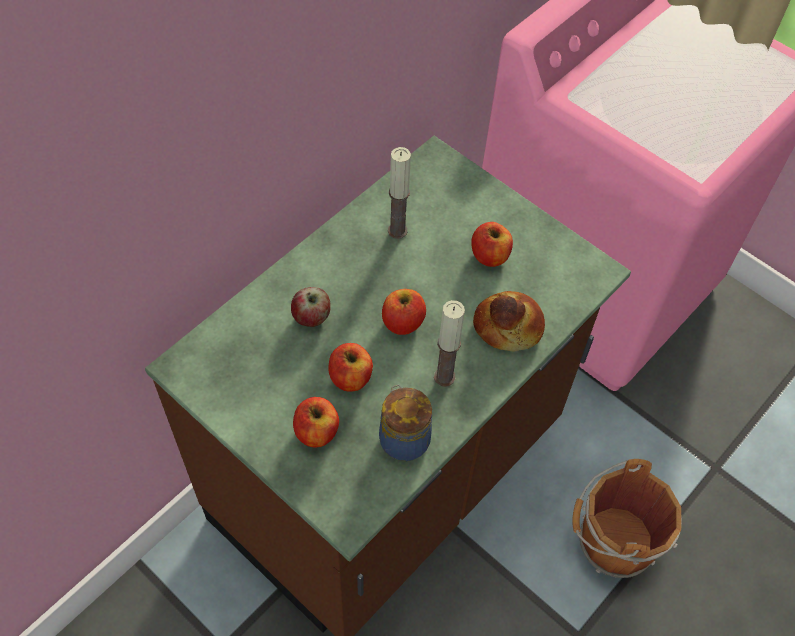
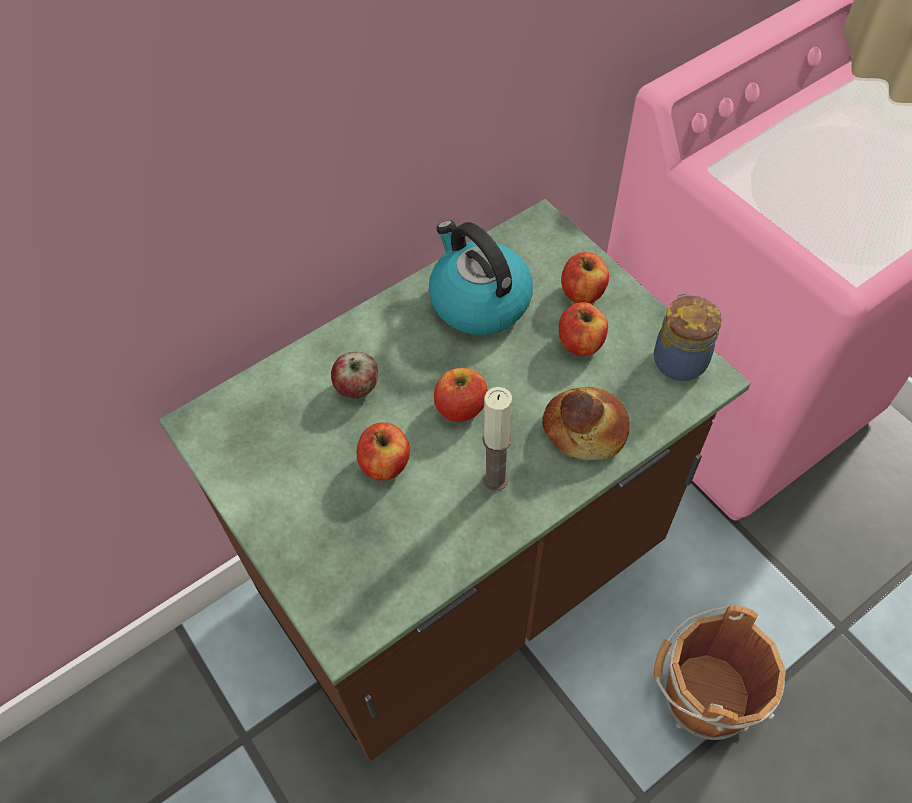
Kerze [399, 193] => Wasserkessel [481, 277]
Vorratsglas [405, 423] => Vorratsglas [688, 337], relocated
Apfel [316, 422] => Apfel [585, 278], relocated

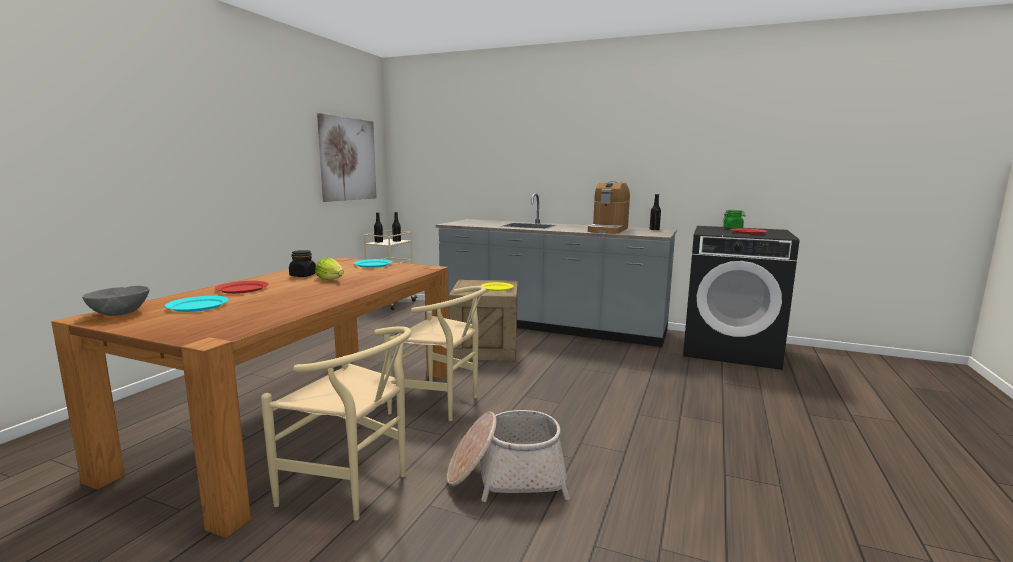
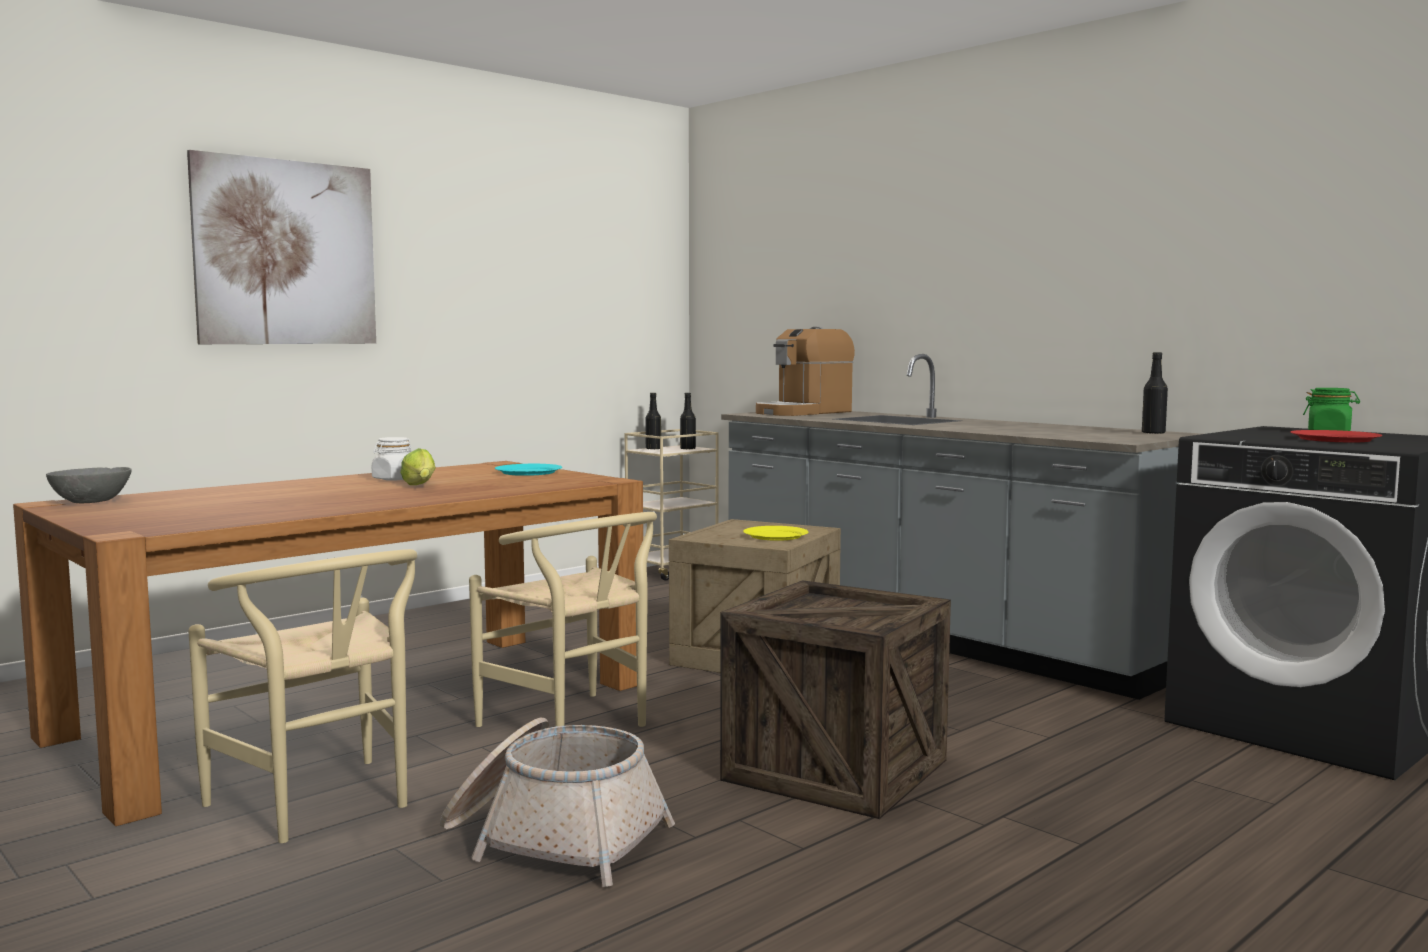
Bild [347, 157] => Bild [281, 247], relocated
Kaffeemaschine [609, 207] => Kaffeemaschine [805, 371], relocated
Vorratsglas [schwarz] [302, 263] => Vorratsglas [weiß] [391, 459]
Teller [rot] [241, 287] => nothing
Teller [türkis] [197, 304] => nothing
nothing => Kiste [835, 699]

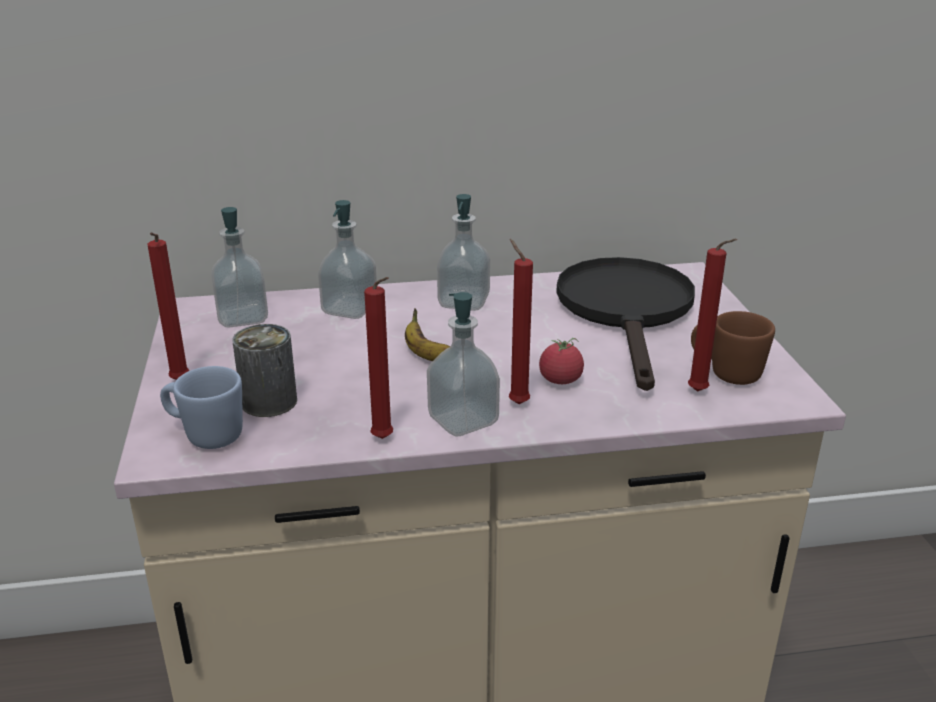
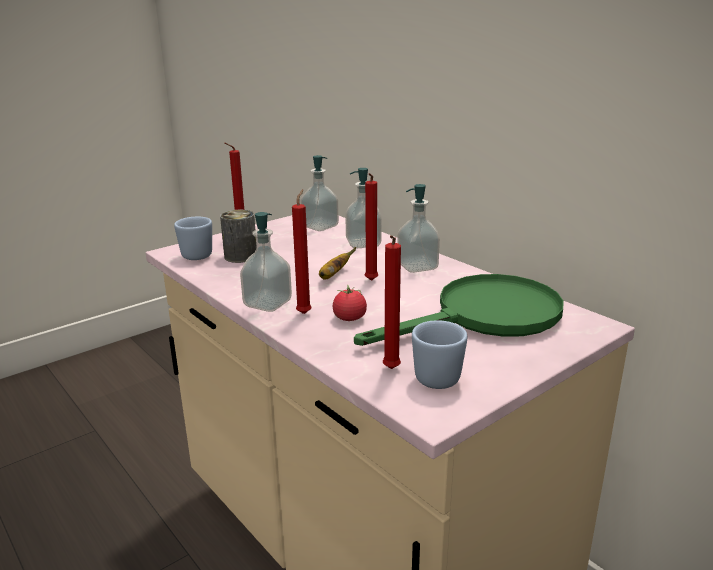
Pfanne [schwarz] [625, 324] => Pfanne [grün] [459, 310]
Kerze [rot] [378, 358] => Kerze [rot] [371, 227], relocated
Henkelbecher [braun] [733, 348] => Henkelbecher [blau] [440, 354]

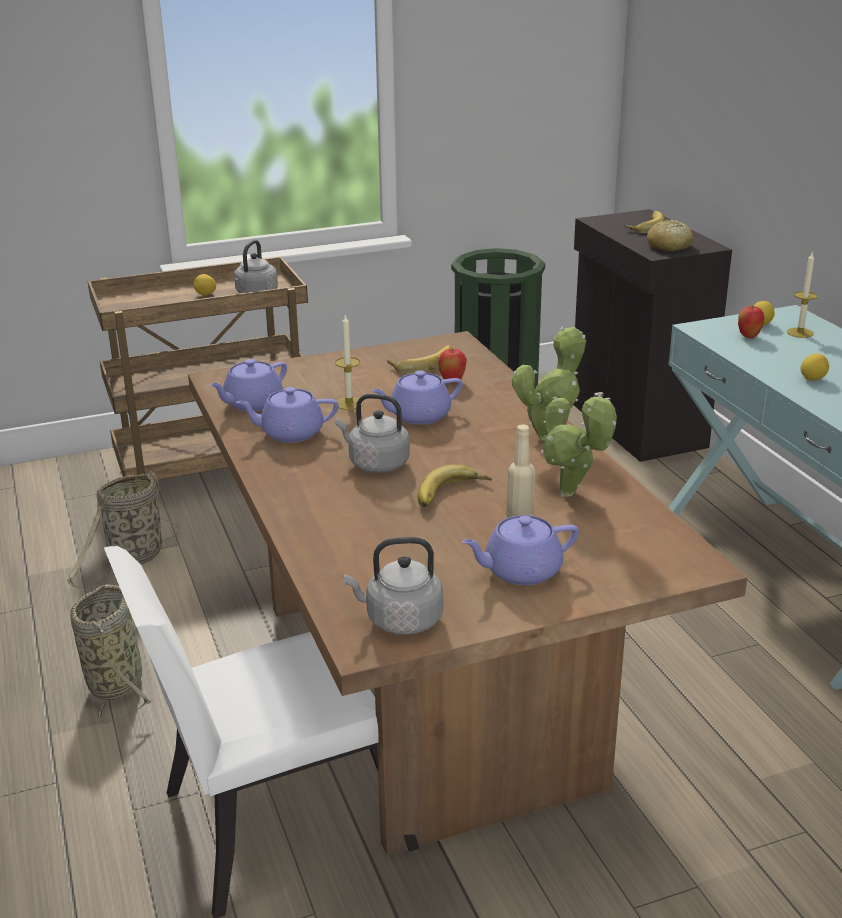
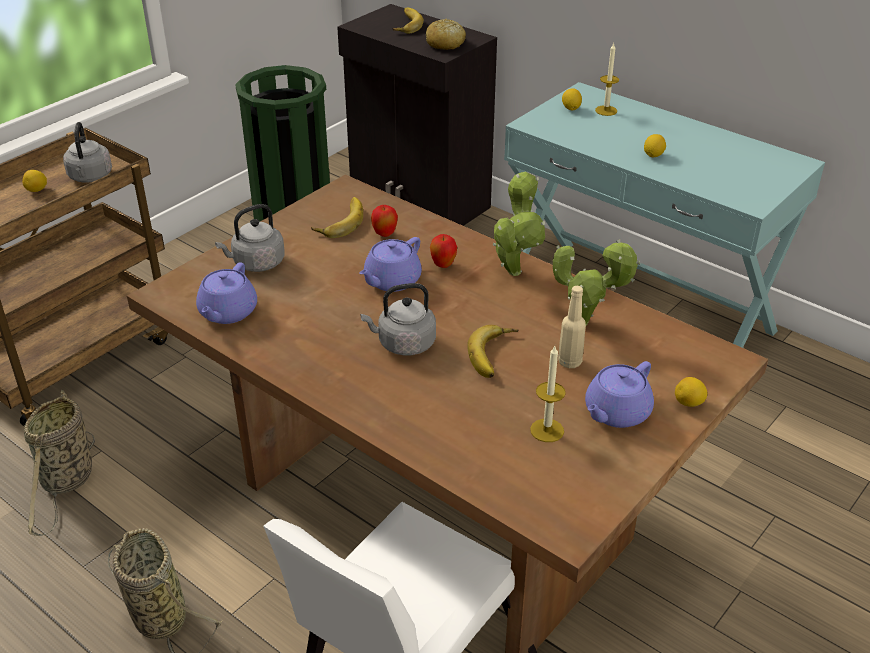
Apfel [751, 322] => Apfel [443, 251], relocated
Kerze [349, 362] => Kerze [548, 394], relocated
Teekanne [lila] [287, 414] => nothing
Wasserkessel [grau] [393, 586] => Wasserkessel [grau] [250, 238], relocated
nothing => Zitrone [691, 392]

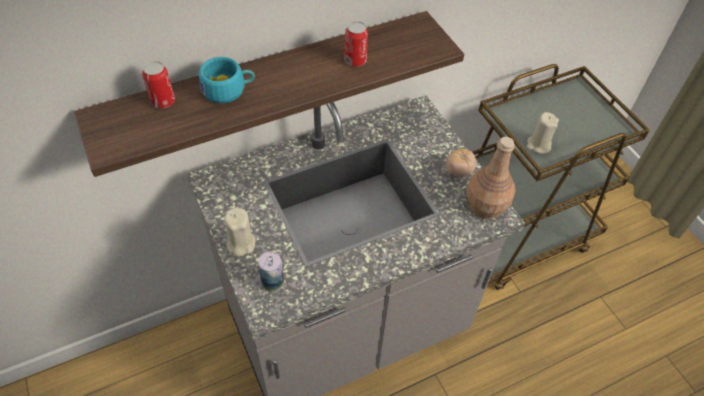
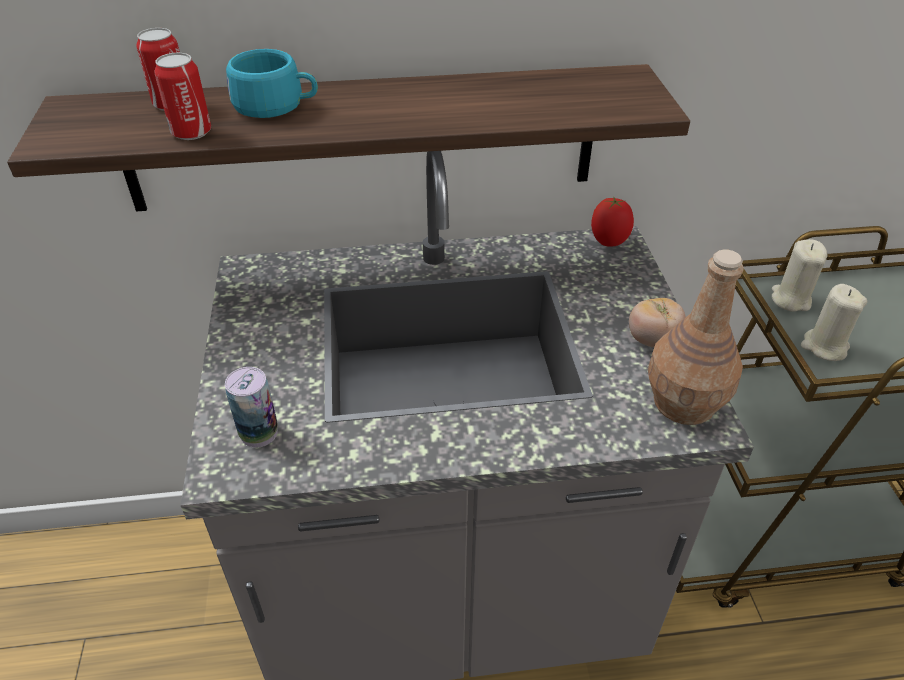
Dose [356, 44] => Dose [183, 96], relocated
Kerze [beige] [239, 232] => Kerze [beige] [799, 275], relocated
nothing => Tomate [612, 221]

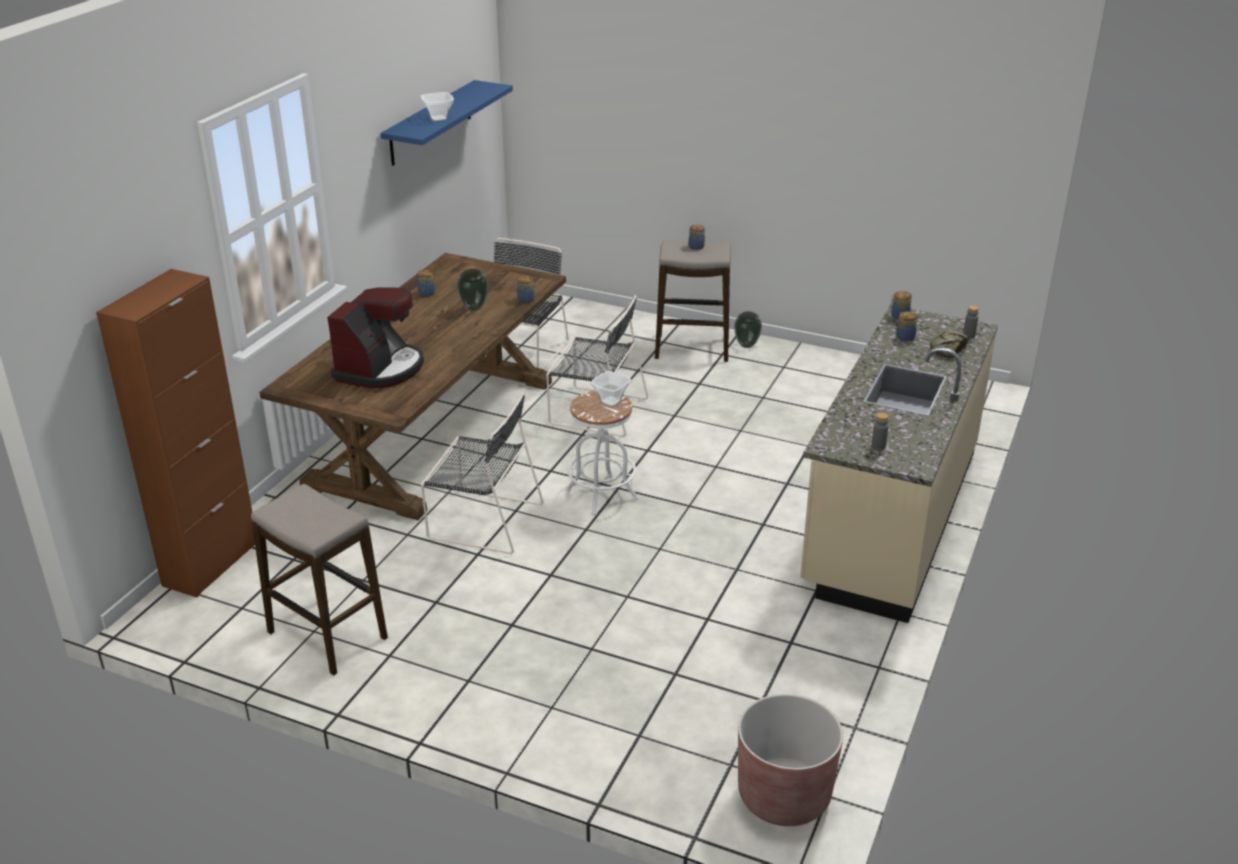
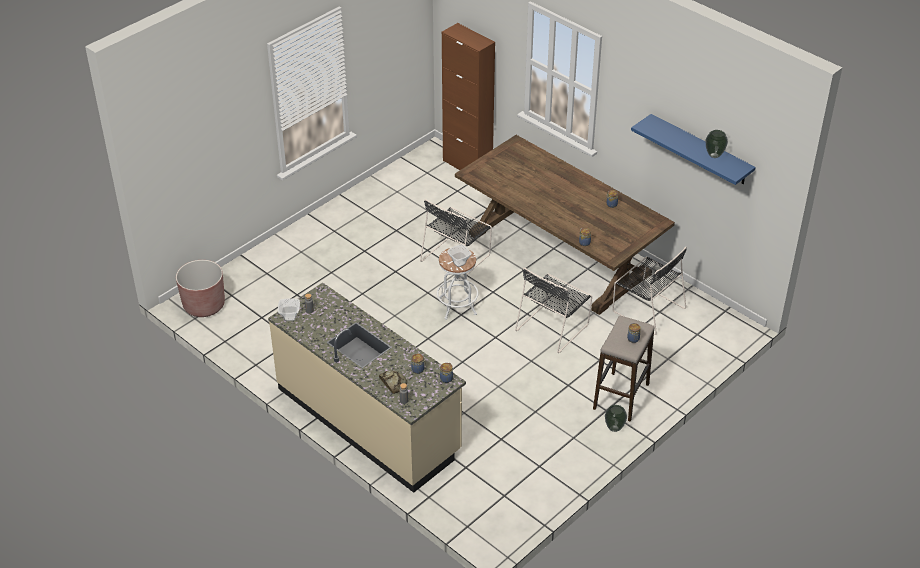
Schüssel [437, 107] => Schüssel [289, 309], relocated
Vase [473, 290] => Vase [716, 144], relocated
Kaffeemaschine [375, 337] => nothing
Hocker [319, 579] => nothing

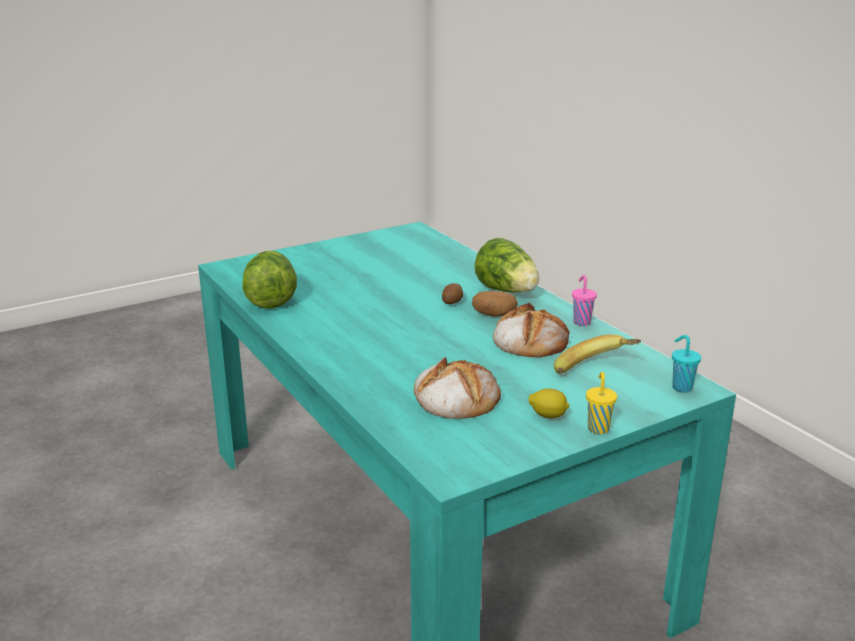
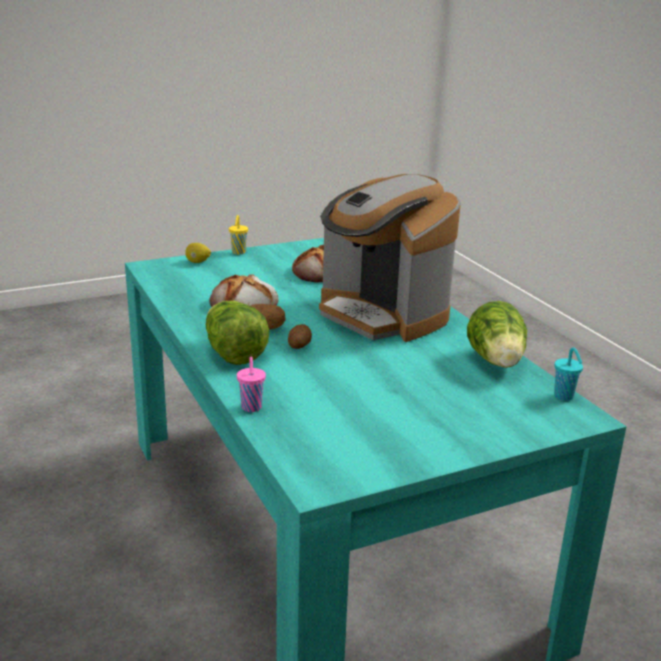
Tasse [rosa] [584, 300] => Tasse [rosa] [251, 384], relocated
Banane [597, 354] => nothing
Tasse [türkis] [686, 364] => Tasse [türkis] [568, 374], relocated
Zitrone [549, 404] => Zitrone [198, 253], relocated
nothing => Kaffeemaschine [390, 258]

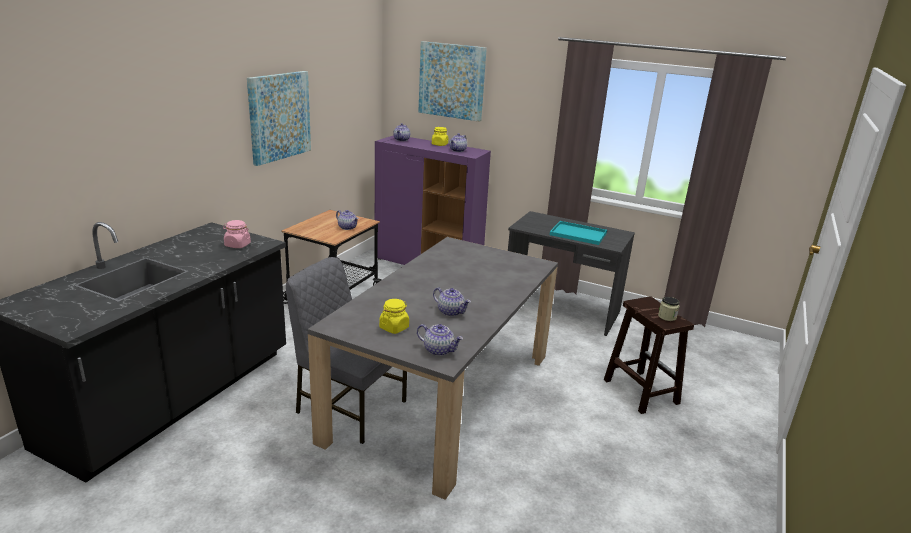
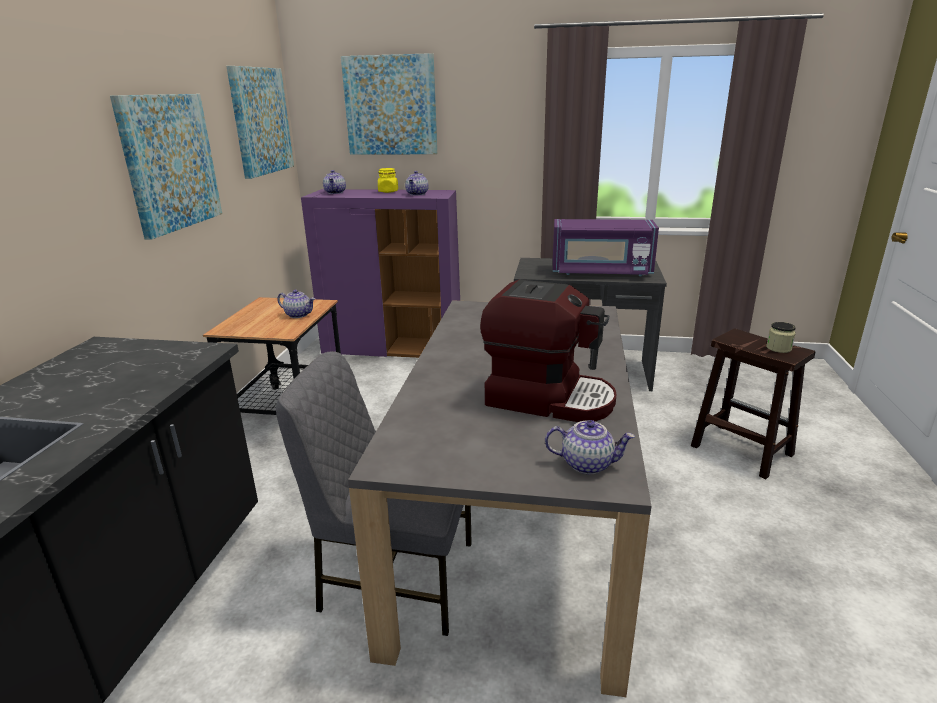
Vorratsglas [rosa] [237, 234] => nothing
Tablett [türkis] [578, 233] => Mikrowelle [lila] [606, 247]
Teekanne [452, 301] => Kaffeemaschine [548, 350]
Vorratsglas [gelb] [394, 316] => nothing
nothing => Bild [260, 122]

